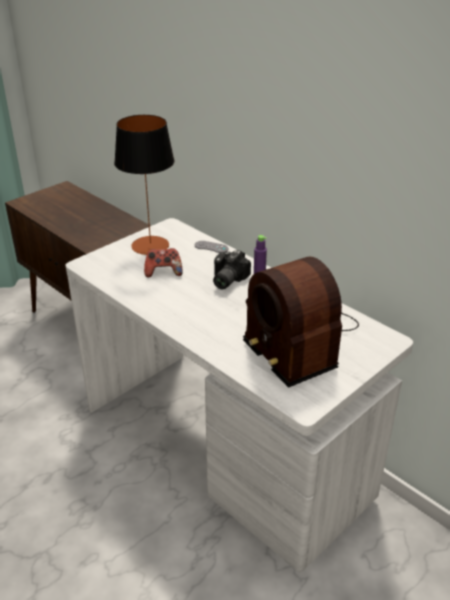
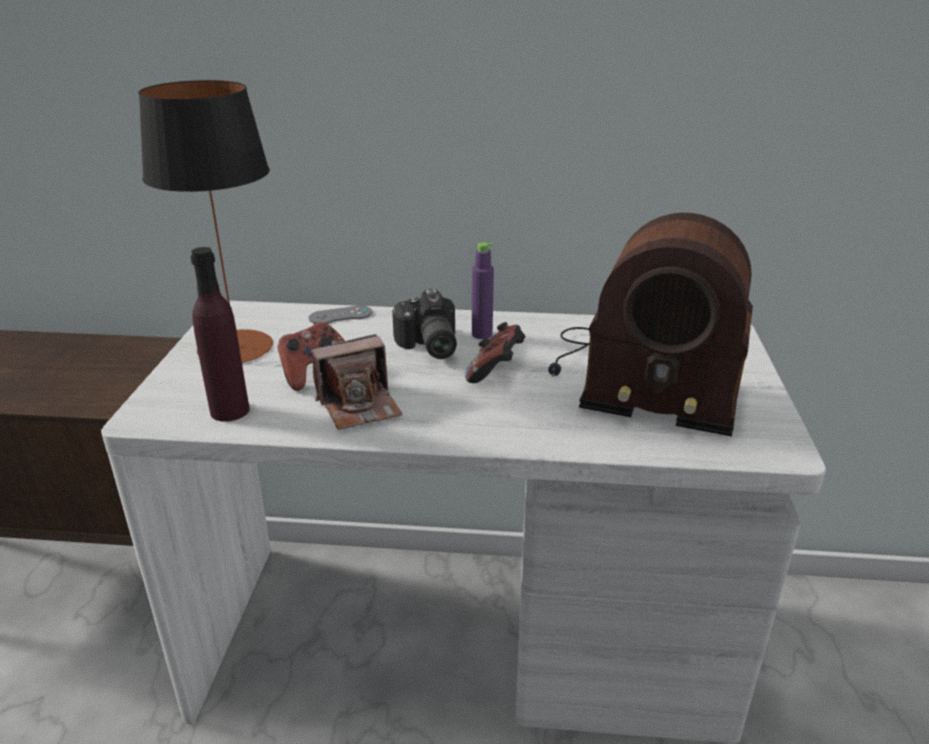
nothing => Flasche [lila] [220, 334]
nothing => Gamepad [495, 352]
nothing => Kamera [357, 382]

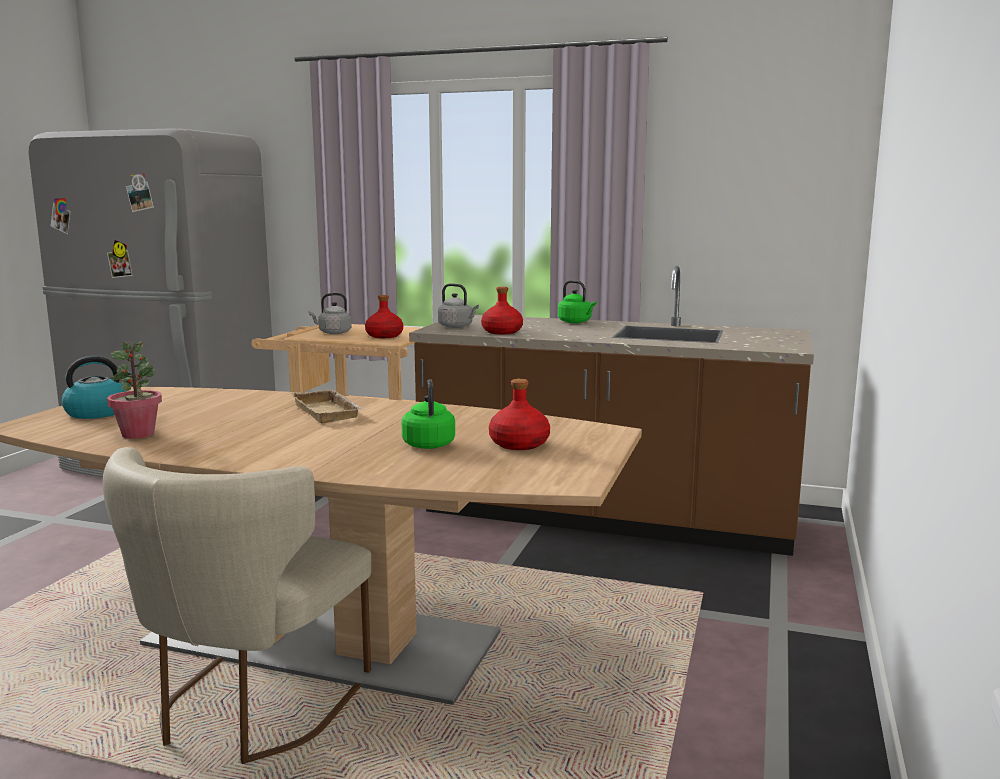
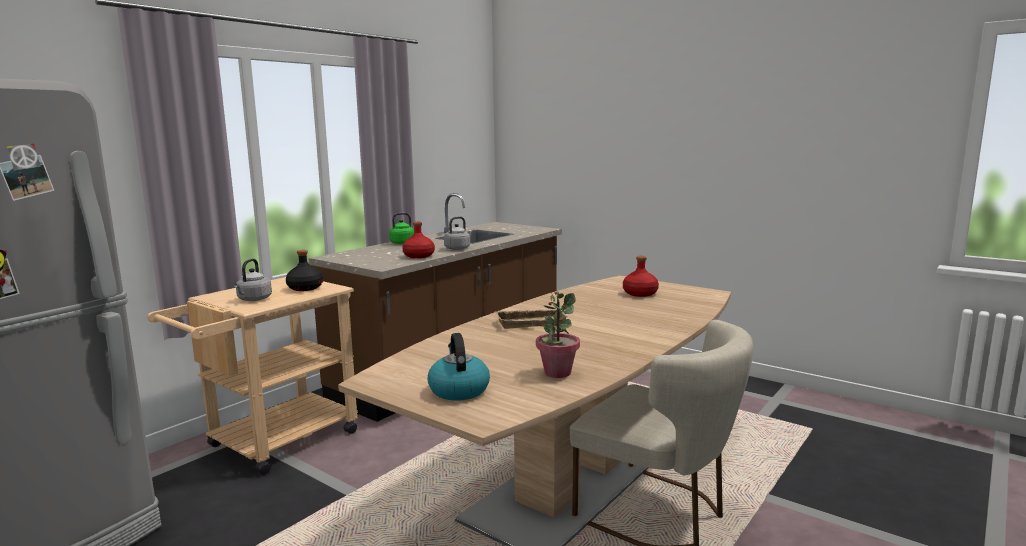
Wasserkessel [grau] [458, 305] => Wasserkessel [grau] [459, 233], relocated
Flasche [rot] [384, 316] => Flasche [schwarz] [304, 270]
Wasserkessel [grün] [428, 414] => nothing

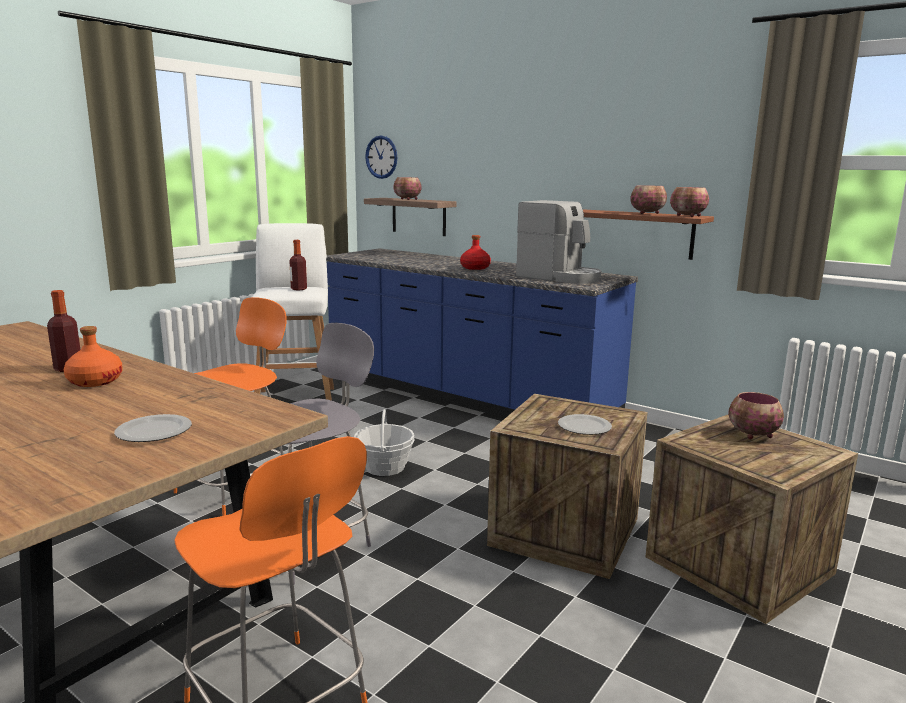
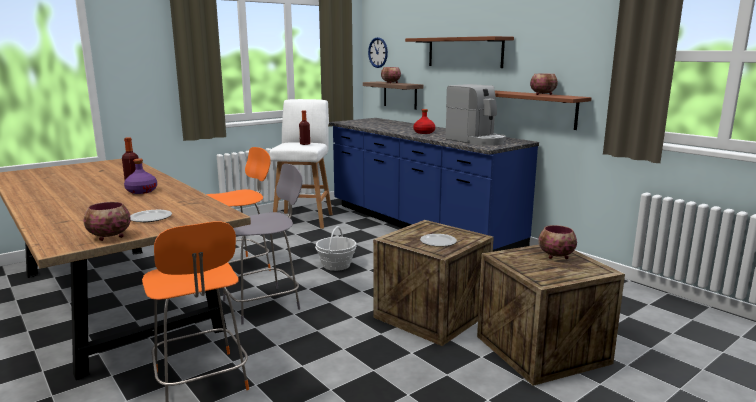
Schüssel [689, 202] => Schüssel [107, 221], relocated
Flasche [orange] [93, 356] => Flasche [lila] [140, 176]
nothing => Wandregal [braun] [459, 52]

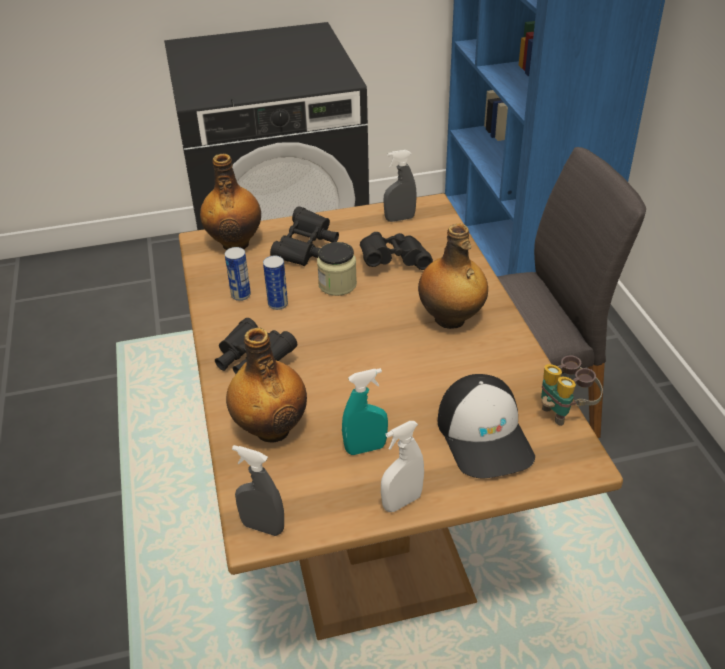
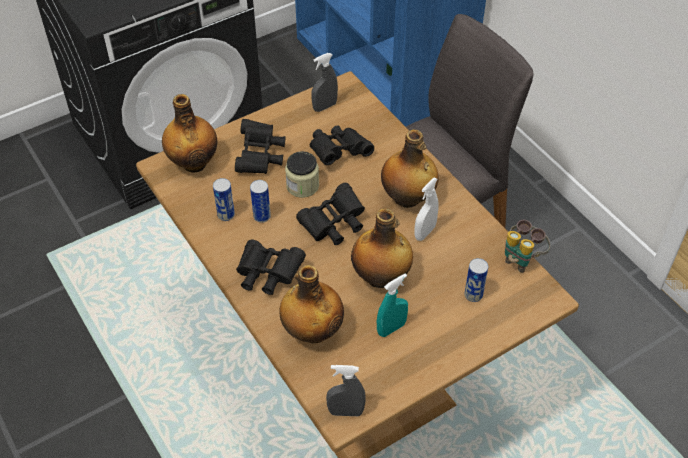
Kappe [486, 426] => Dose [476, 280]
Sprühflasche [weiß] [402, 466] => Sprühflasche [weiß] [426, 209], relocated
nothing => Fernglas [schwarz] [330, 214]
nothing => Flasche [382, 248]

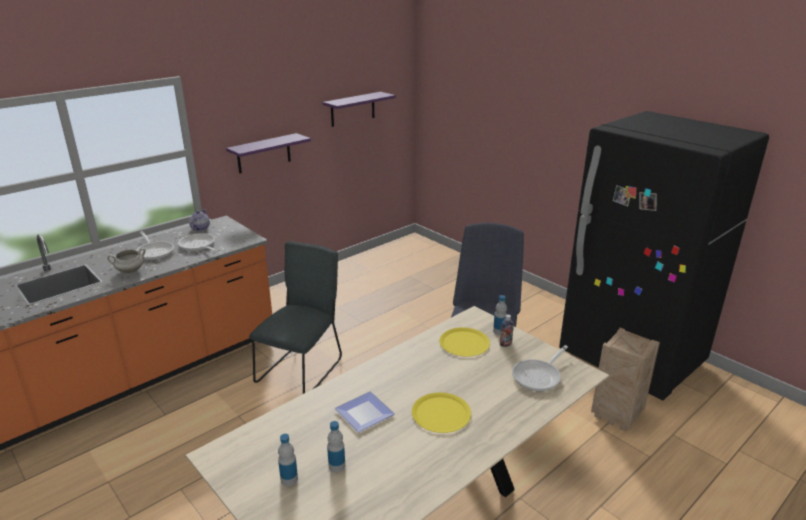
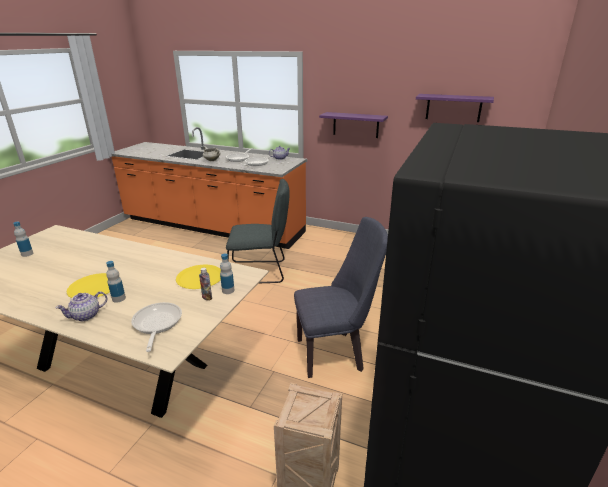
Pfanne [540, 368] => Pfanne [156, 327], 60 degrees clockwise
Teller [364, 412] => nothing
Flasche [336, 447] => Flasche [116, 282], relocated
nothing => Teekanne [81, 306]

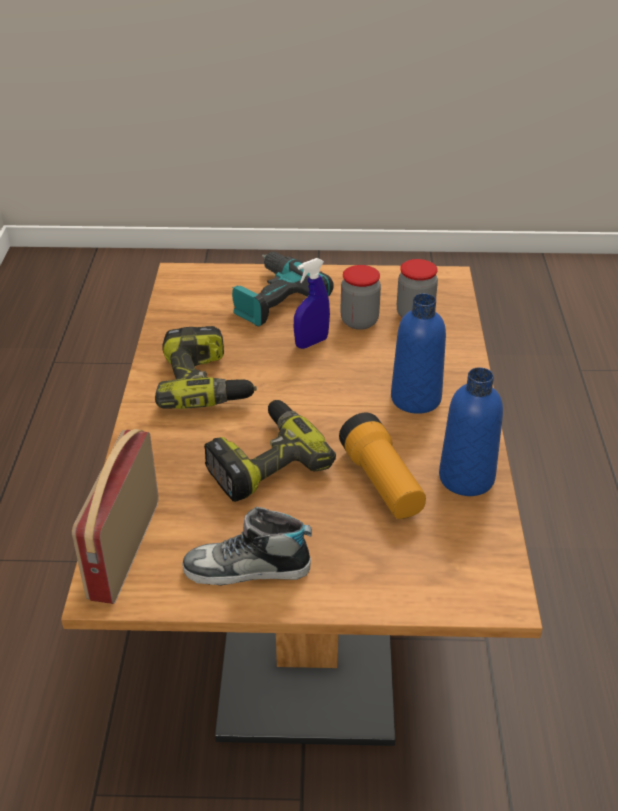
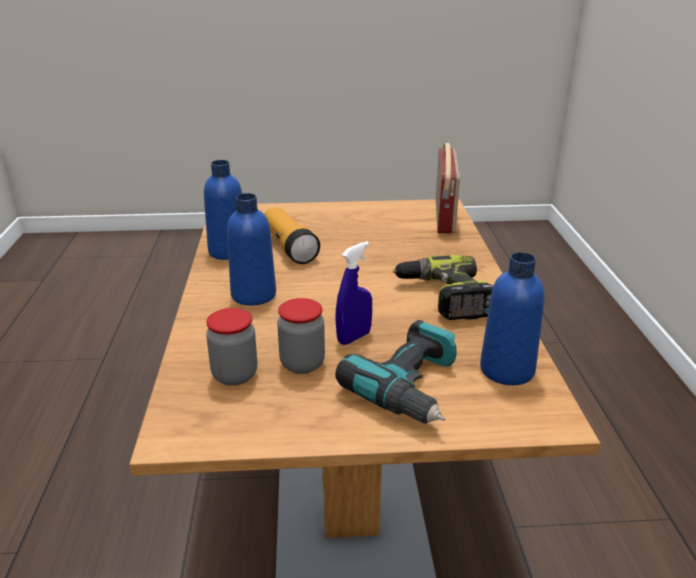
Bohrmaschine [270, 451] => nothing
Schuh [247, 546] => nothing
nothing => Flasche [blau] [512, 318]

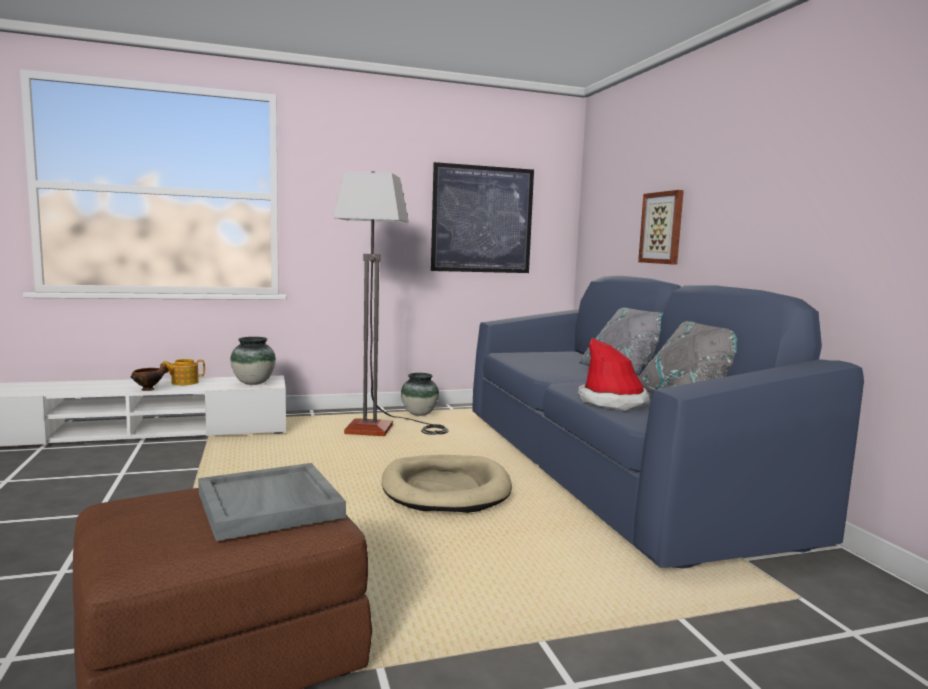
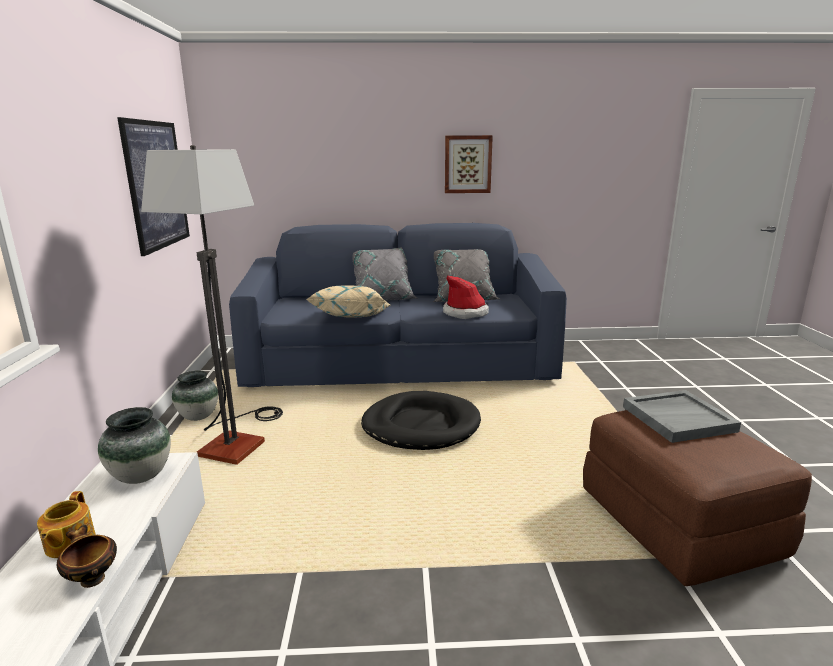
Bild [661, 227] => Bild [469, 164], relocated
Hundebett [beige] [447, 484] => Hundebett [schwarz] [421, 420]
nothing => Kissen [beige] [348, 301]

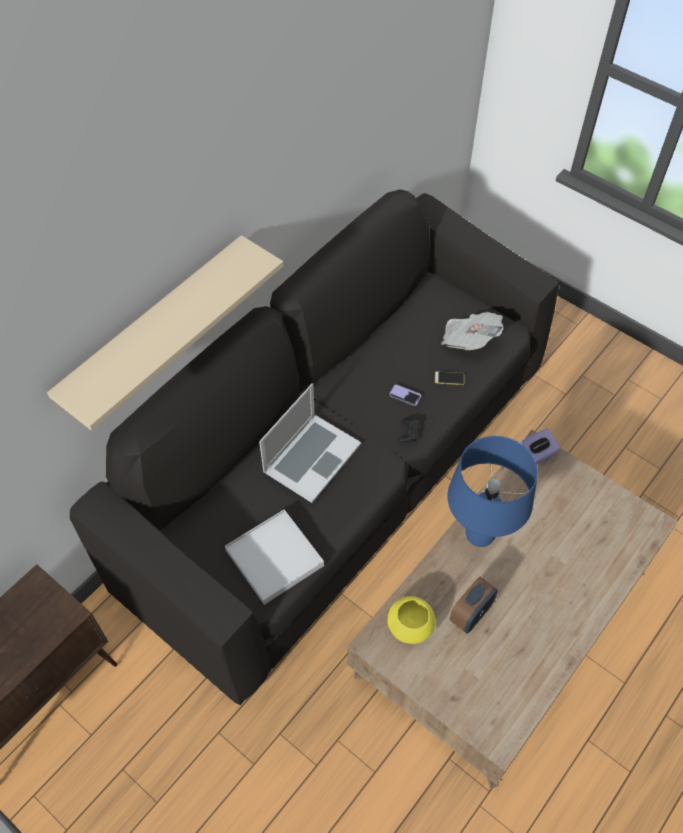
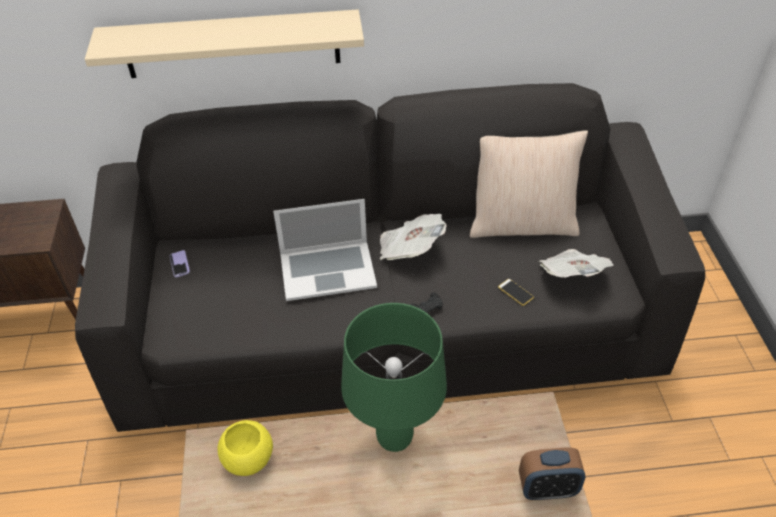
Handy [405, 395] => Handy [180, 264], relocated
Taschentuchbox [lila] [540, 446] => nothing
Tischlampe [blau] [493, 491] => Tischlampe [grün] [394, 377]
Tablett [weiß] [274, 557] => nothing
Wecker [474, 605] => Wecker [552, 474], relocated
nothing => Kissen [beige] [529, 184]
nothing => Zeitung [413, 237]

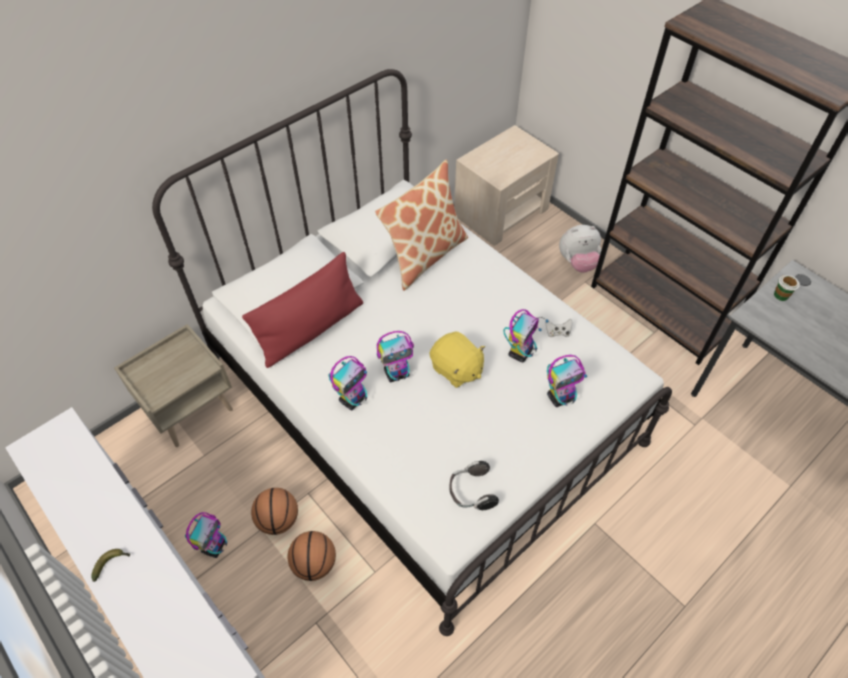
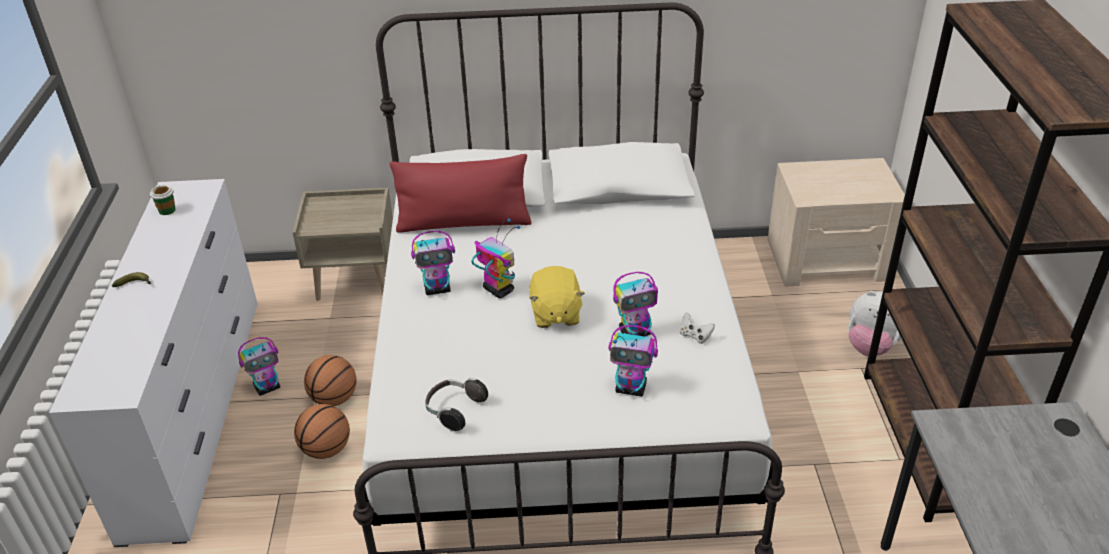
Kissen [421, 225] => nothing
Tasse [787, 288] => Tasse [163, 200], relocated
Spielzeugroboter [395, 356] => Spielzeugroboter [495, 258], 150 degrees counterclockwise

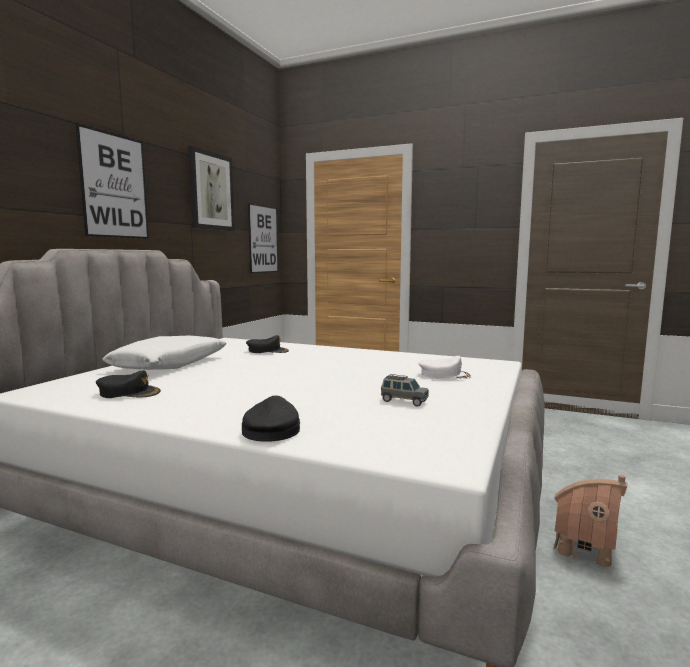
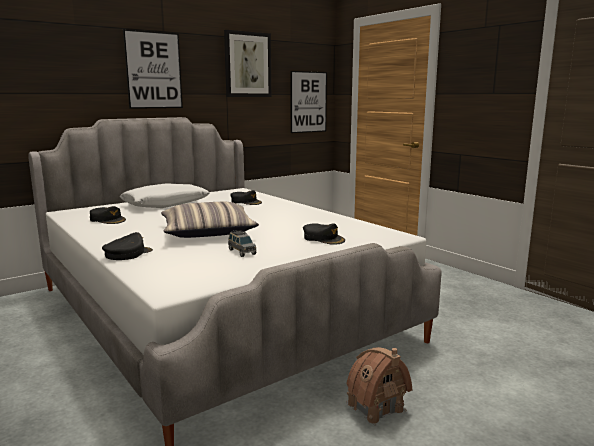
Kappe [weiß] [445, 367] => Kappe [schwarz] [324, 234]
nothing => Kissen [210, 220]

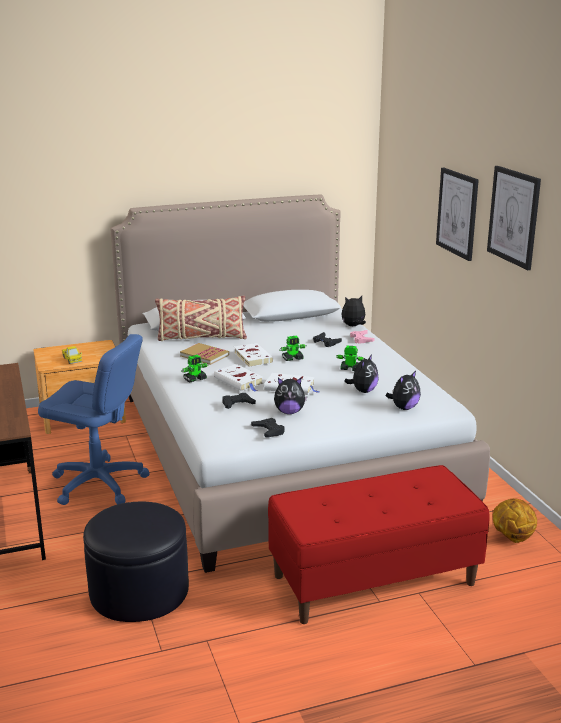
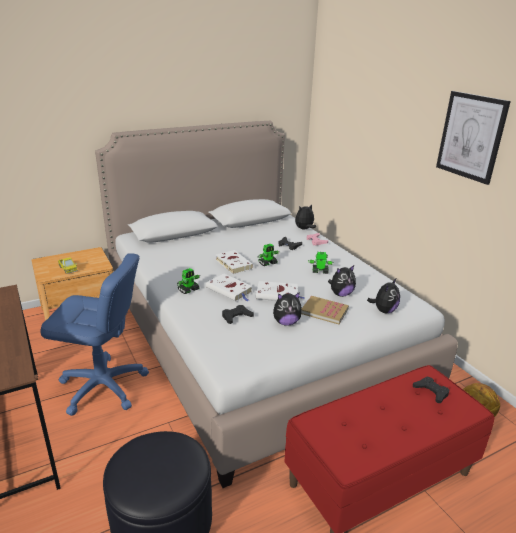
Bild [457, 214] => nothing
Kissen [beige] [201, 318] => nothing
Buch [204, 354] => Buch [325, 310], relocated
Plüschtier [361, 373] => Plüschtier [342, 281], 45 degrees clockwise
Gamepad [schwarz] [268, 427] => Gamepad [schwarz] [431, 389], relocated

